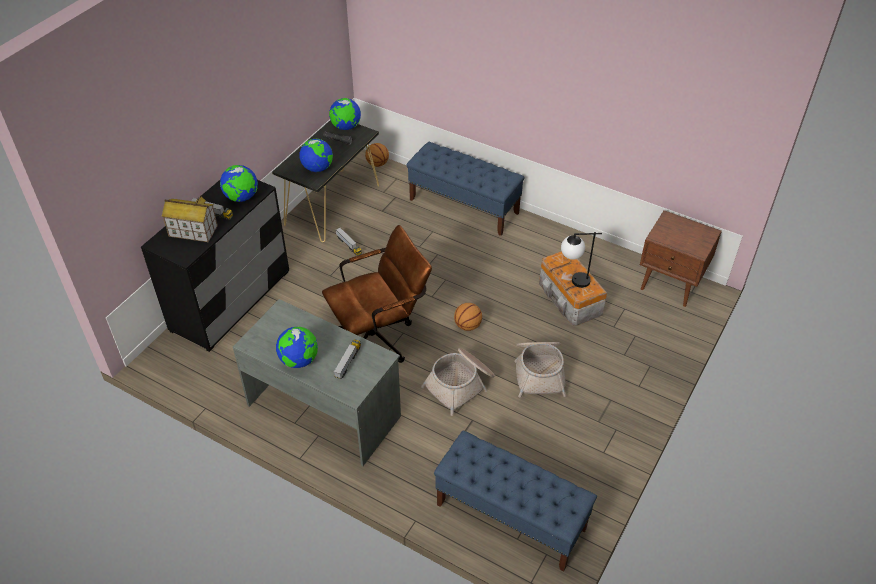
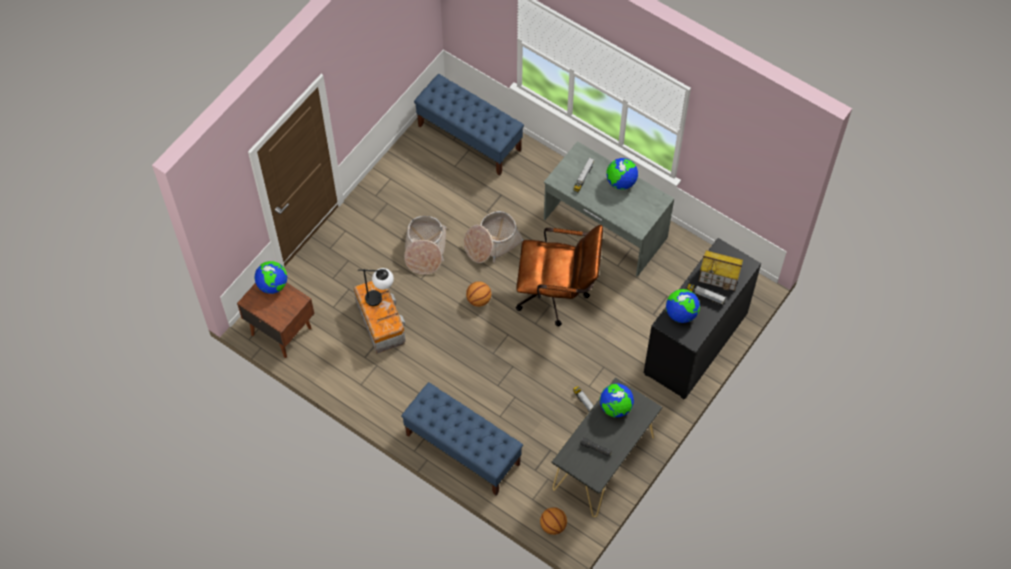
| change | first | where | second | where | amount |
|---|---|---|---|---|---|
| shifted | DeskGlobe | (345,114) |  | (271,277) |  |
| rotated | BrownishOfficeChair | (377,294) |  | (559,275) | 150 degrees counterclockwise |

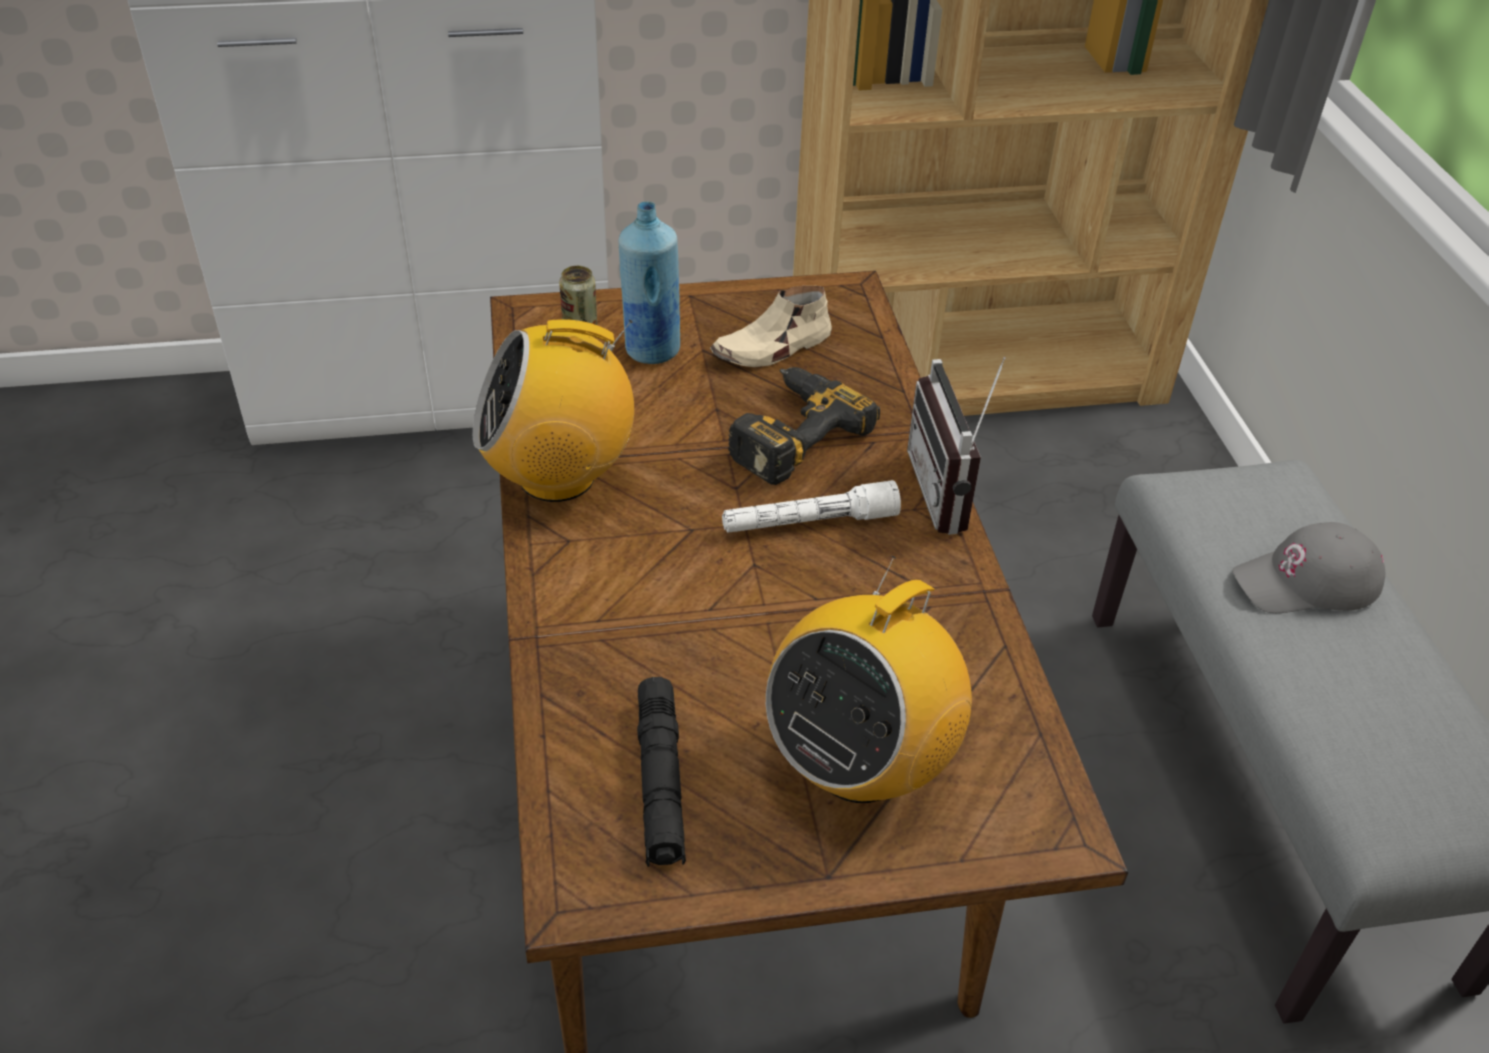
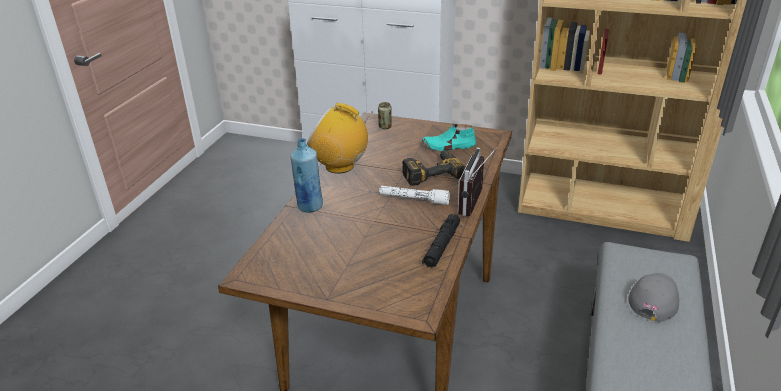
| change | first | where | second | where | amount |
|---|---|---|---|---|---|
| shifted | BlueColouredBeverageBottle | (649,282) |  | (306,175) |  |
| repainted | SandColouredShoe | (771,326) | BlueGreenShoe | (449,137) |  |
| rotated | GreyishPeakedCap | (1308,567) |  | (653,297) | 105 degrees clockwise |
| gone | RadioReceiver | (869,679) |  |  |  |
| shifted | BlackishFlashlight | (661,772) |  | (441,240) |  |

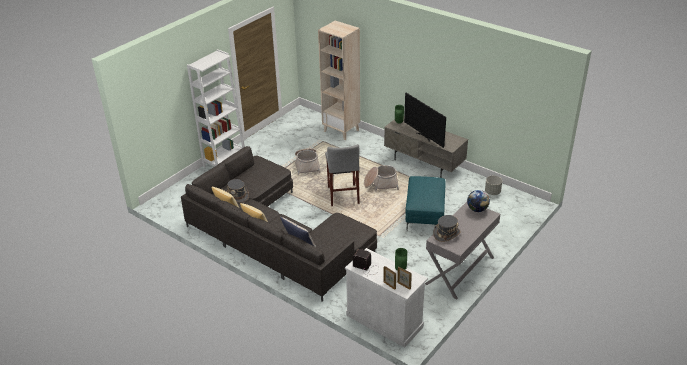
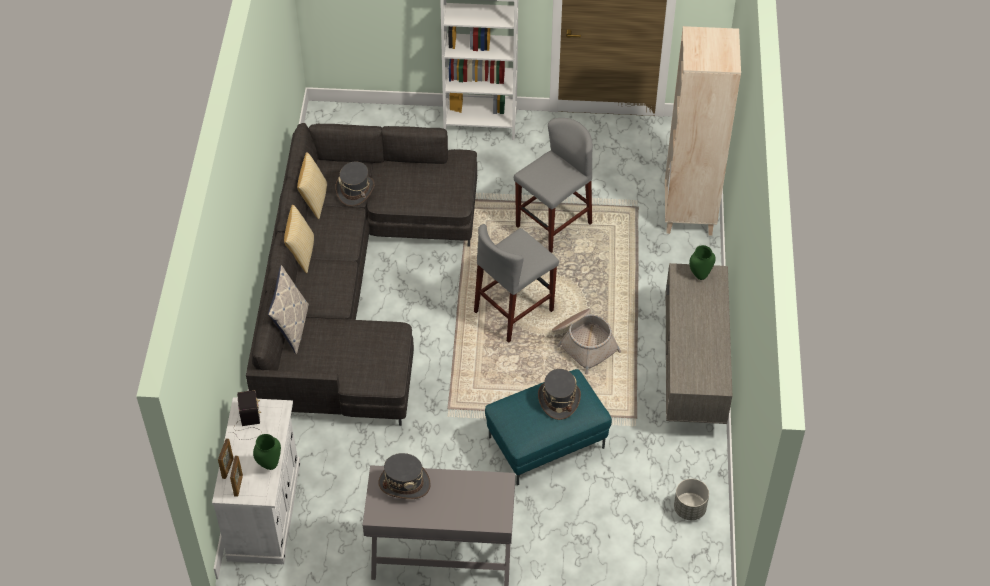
| change | first | where | second | where | amount |
|---|---|---|---|---|---|
| gone | TvSet | (425,120) |  |  |  |
| swapped | HouseholdBasket | (308,162) | GreyishStool | (553,185) |  |
| gone | DeskGlobe | (478,201) |  |  |  |
| new |  |  | GreyishHat | (559,394) |  |

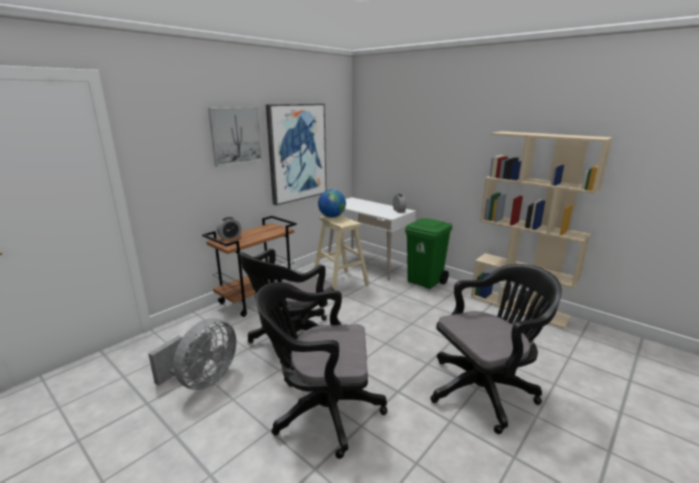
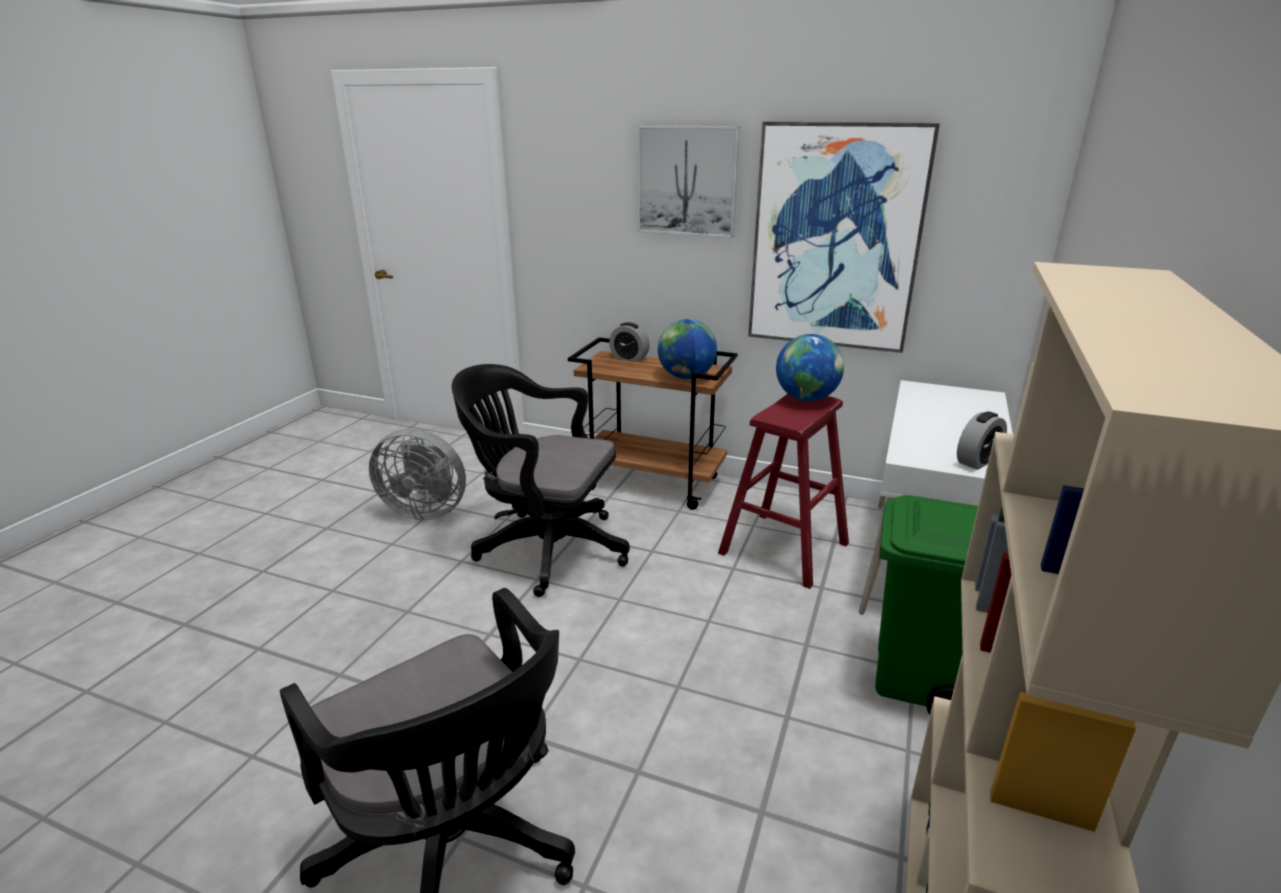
| change | first | where | second | where | amount |
|---|---|---|---|---|---|
| repainted | SandColouredStool | (341,253) | RedColouredStool | (783,491) |  |
| gone | BlackishOfficeChair | (321,370) |  |  |  |
| new |  |  | DeskGlobe | (687,349) |  |

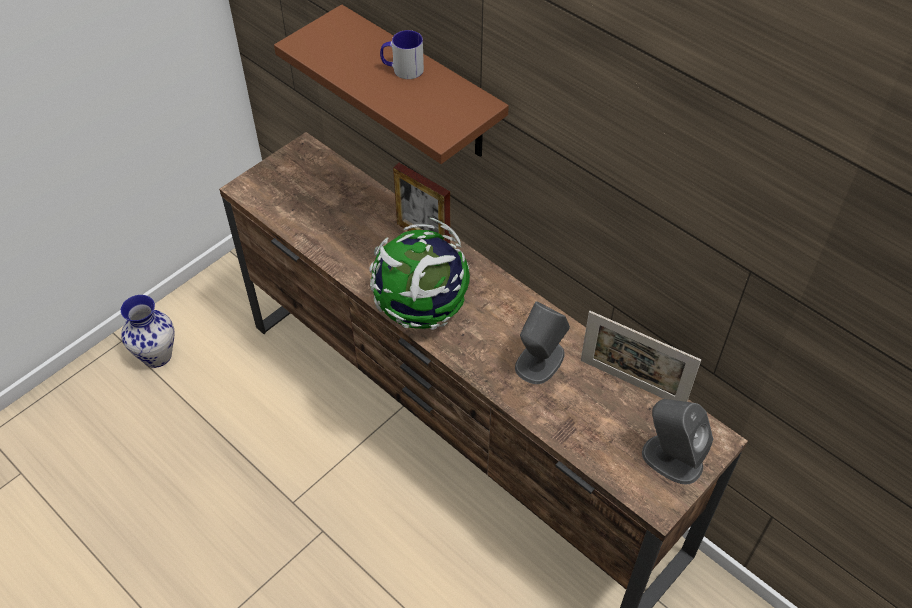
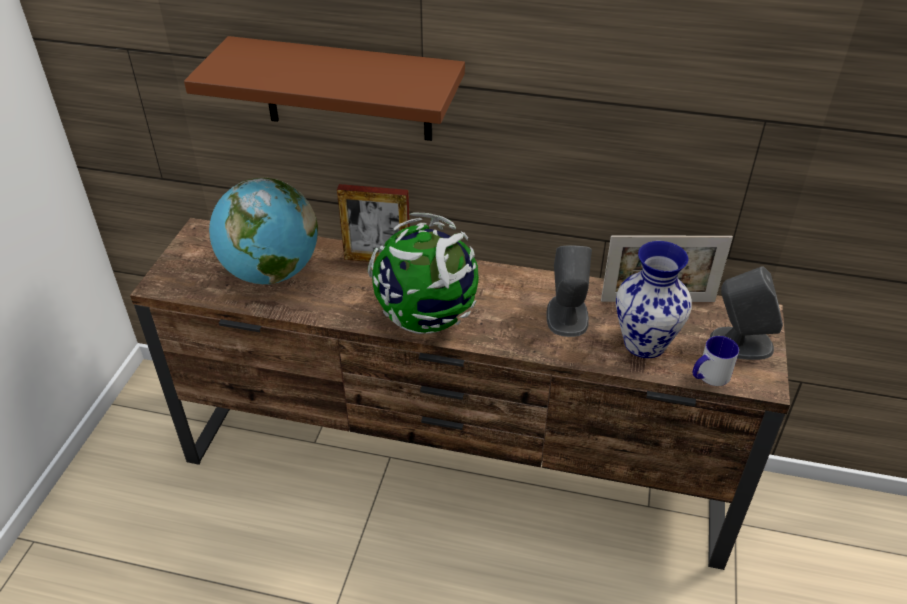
| change | first | where | second | where | amount |
|---|---|---|---|---|---|
| shifted | TeaMug | (402,54) |  | (716,361) |  |
| shifted | Vase | (148,331) |  | (654,299) |  |
| new |  |  | DeskGlobe | (263,231) |  |

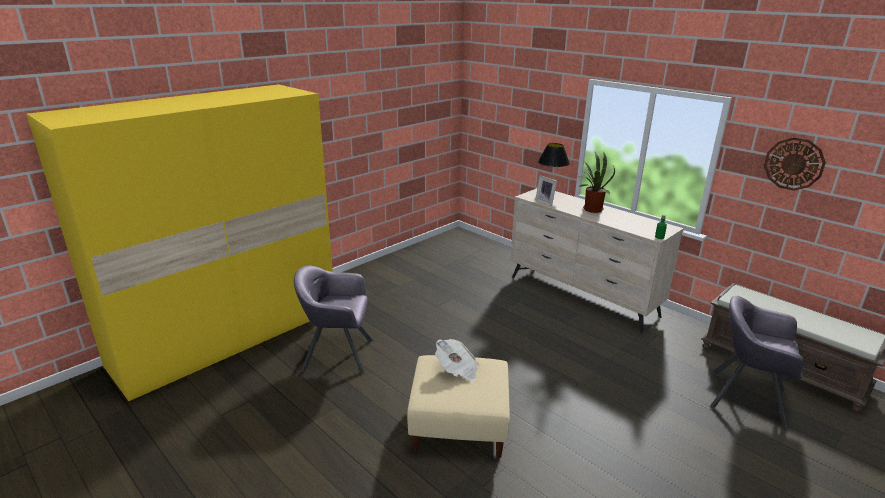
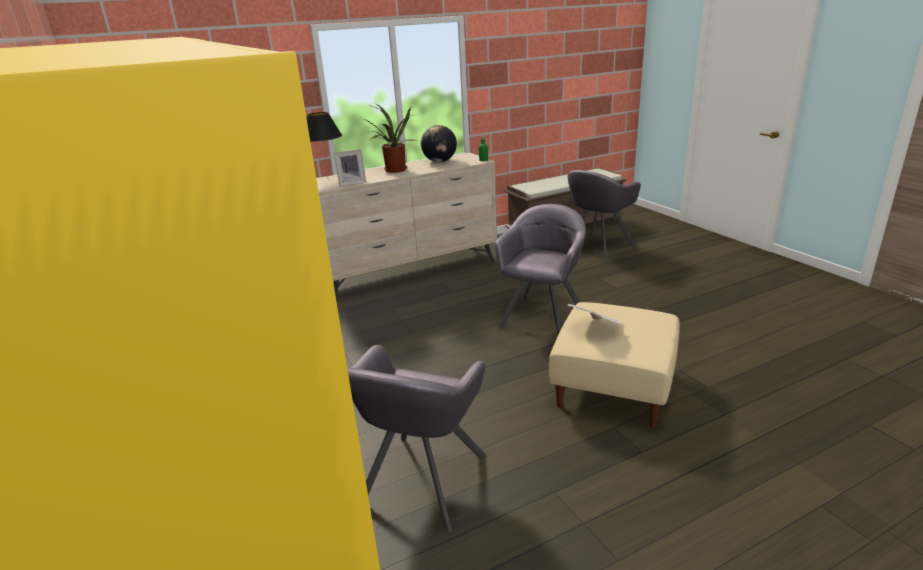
| change | first | where | second | where | amount |
|---|---|---|---|---|---|
| gone | WallClock | (795,164) |  |  |  |
| new |  |  | DeskGlobe | (439,143) |  |
| new |  |  | GreyishLoungeChair | (540,269) |  |

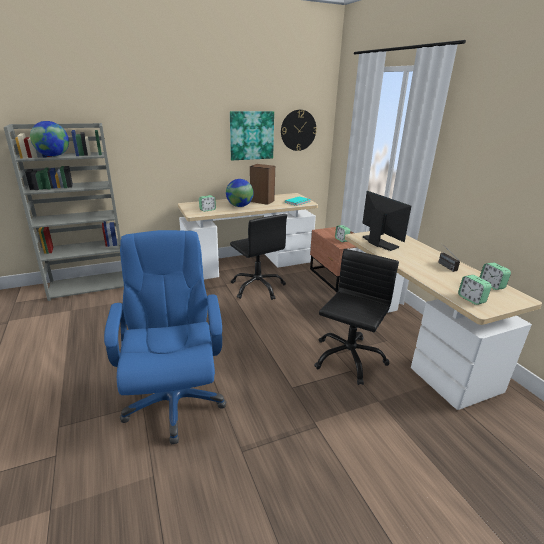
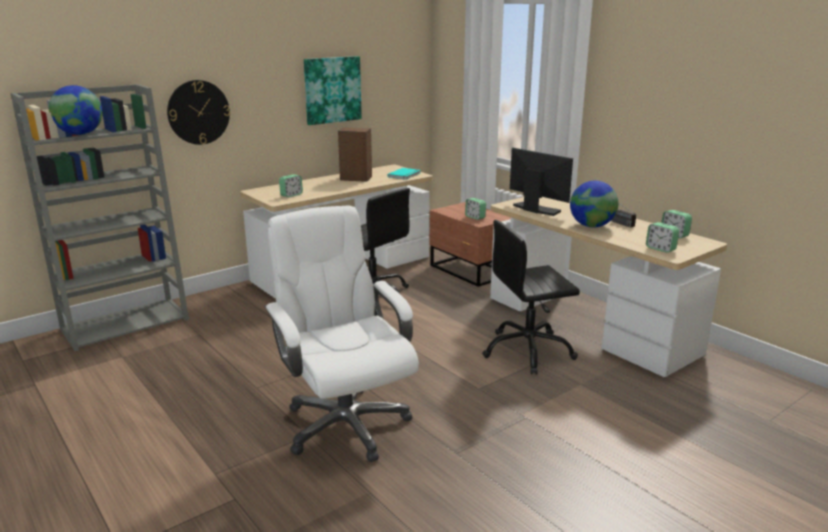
| change | first | where | second | where | amount |
|---|---|---|---|---|---|
| shifted | WallClock | (299,130) |  | (198,112) |  |
| shifted | DeskGlobe | (240,193) |  | (594,204) |  |
| repainted | BlueColouredOfficeChair | (165,337) | WhiteOfficeChair | (341,334) |  |
| rotated | BlackishOfficeChair | (356,317) |  | (531,297) | 120 degrees counterclockwise |

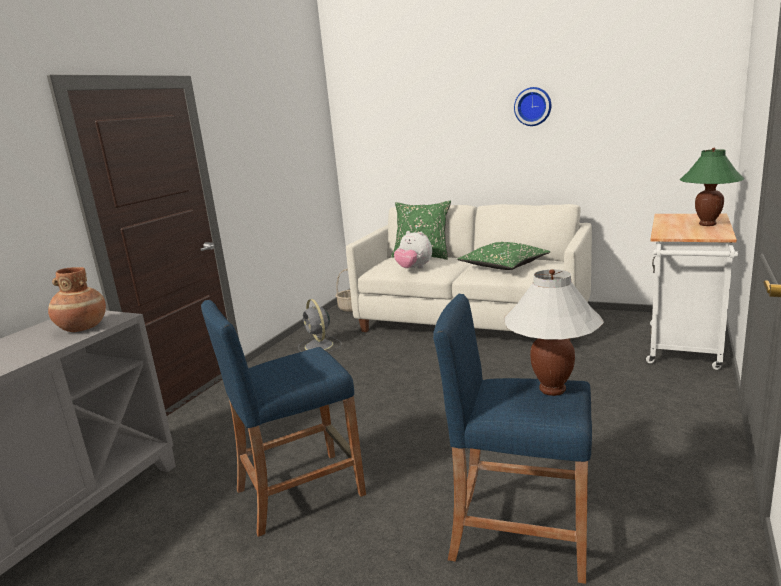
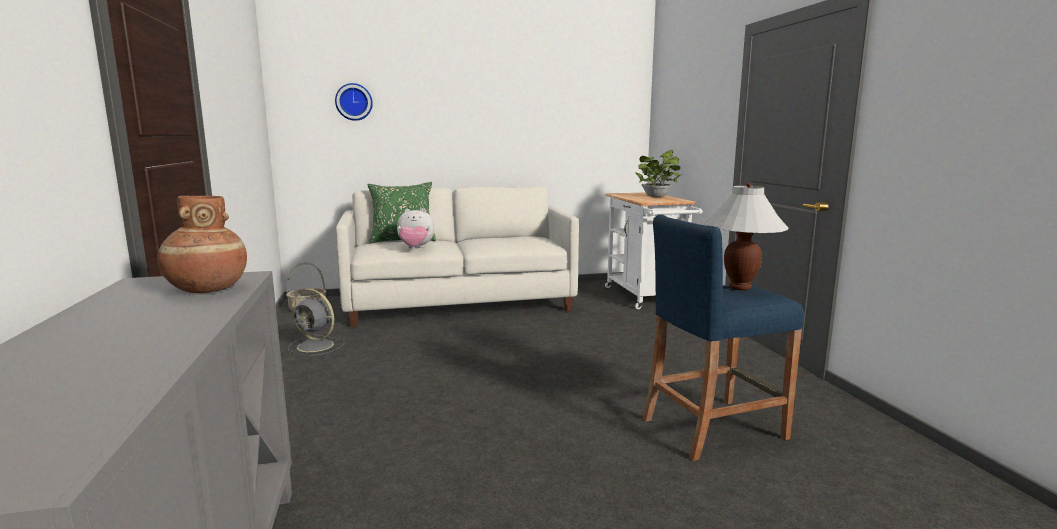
| change | first | where | second | where | amount |
|---|---|---|---|---|---|
| shifted | WallClock | (532,106) |  | (354,102) |  |
| swapped | GreenColouredTableLamp | (711,187) | PlantInAPot | (658,173) |  |
| gone | GreenColouredThrowPillow | (504,256) |  |  |  |
| gone | BlueColouredStool | (283,418) |  |  |  |

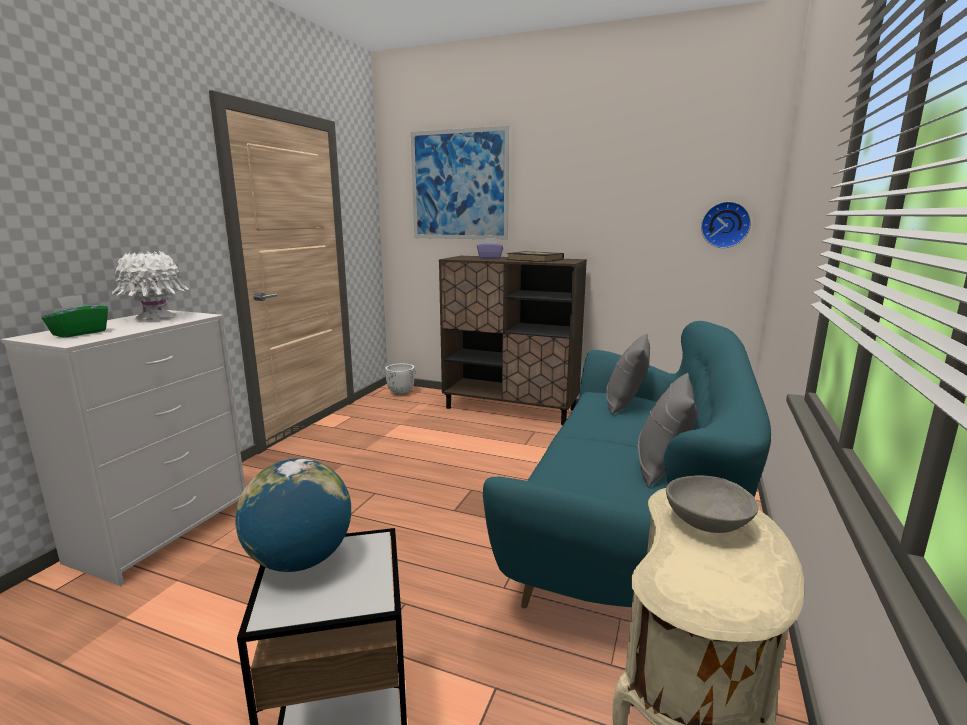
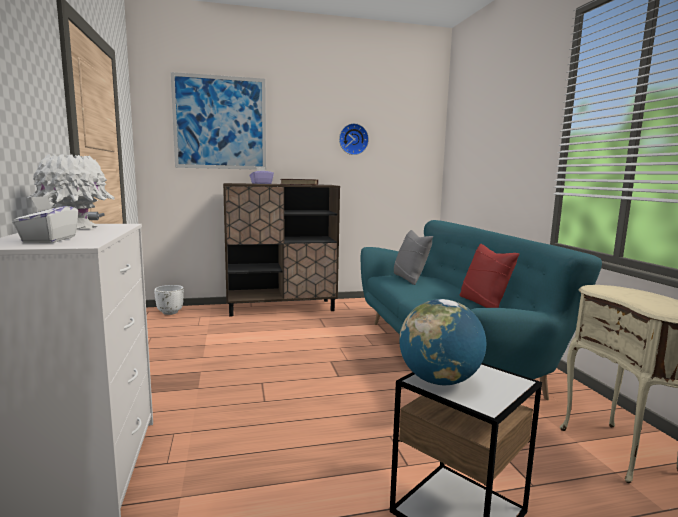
| change | first | where | second | where | amount |
|---|---|---|---|---|---|
| shifted | WallClock | (726,224) |  | (354,139) |  |
| repainted | GreenColouredTissueHolder | (75,316) | WhiteTissueHolder | (45,219) |  |
| repainted | GreyishThrowPillow | (668,430) | RedColouredThrowPillow | (489,276) |  |
| gone | GreyishBowl | (712,504) |  |  |  |

